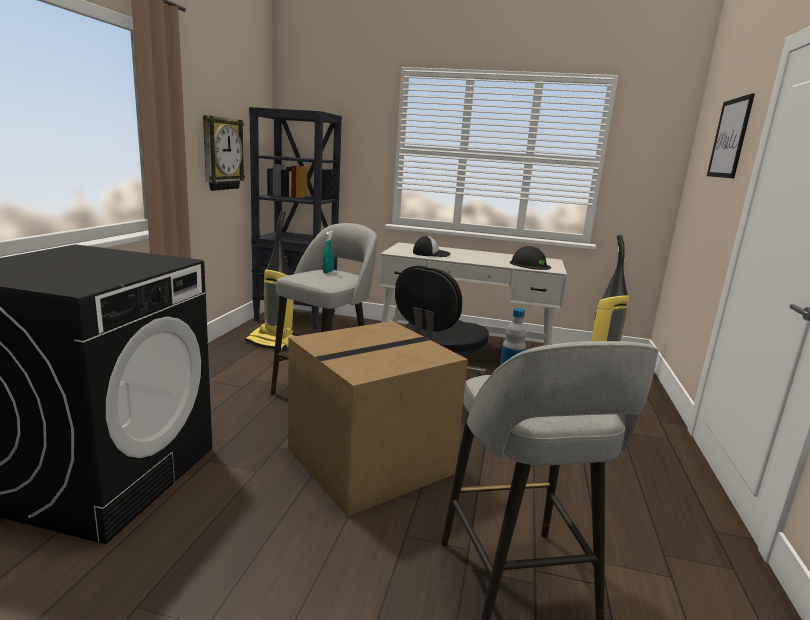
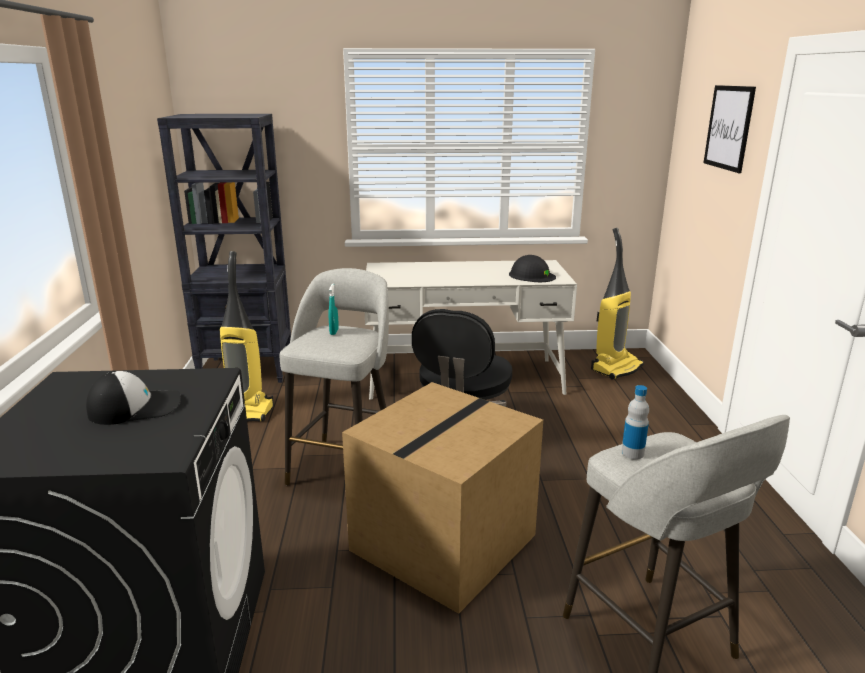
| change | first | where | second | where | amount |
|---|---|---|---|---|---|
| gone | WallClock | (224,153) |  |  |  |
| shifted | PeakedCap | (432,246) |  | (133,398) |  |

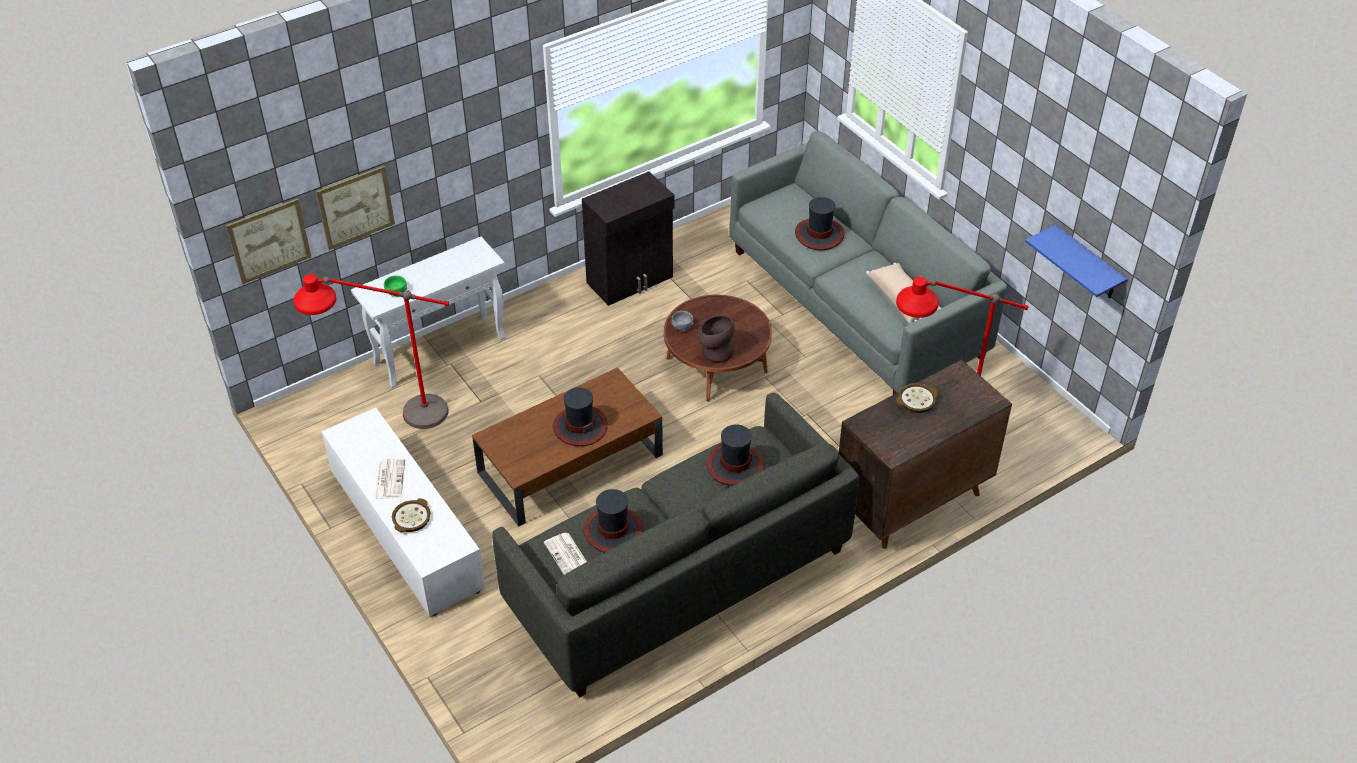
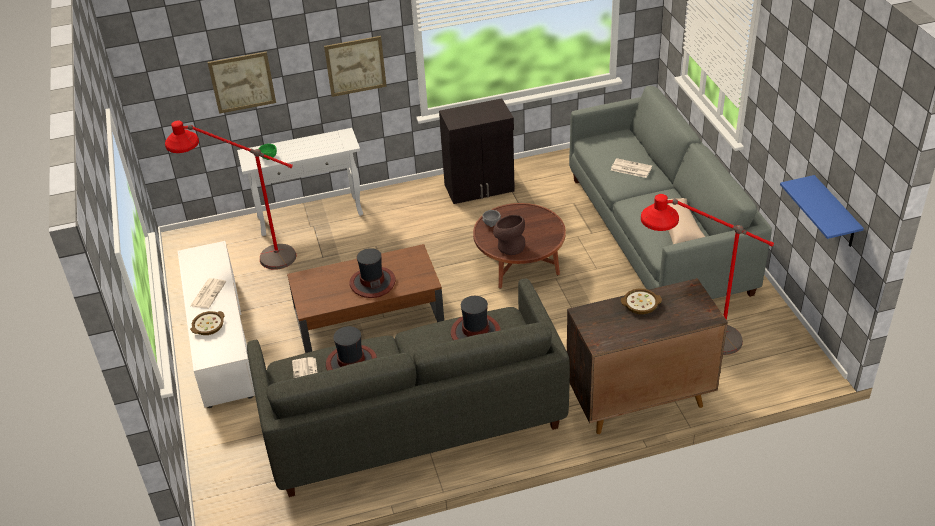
| change | first | where | second | where | amount |
|---|---|---|---|---|---|
| swapped | Hat | (820,223) | DailyPaper | (631,168) |  |
| shifted | WallPicture | (268,241) |  | (355,66) |  |

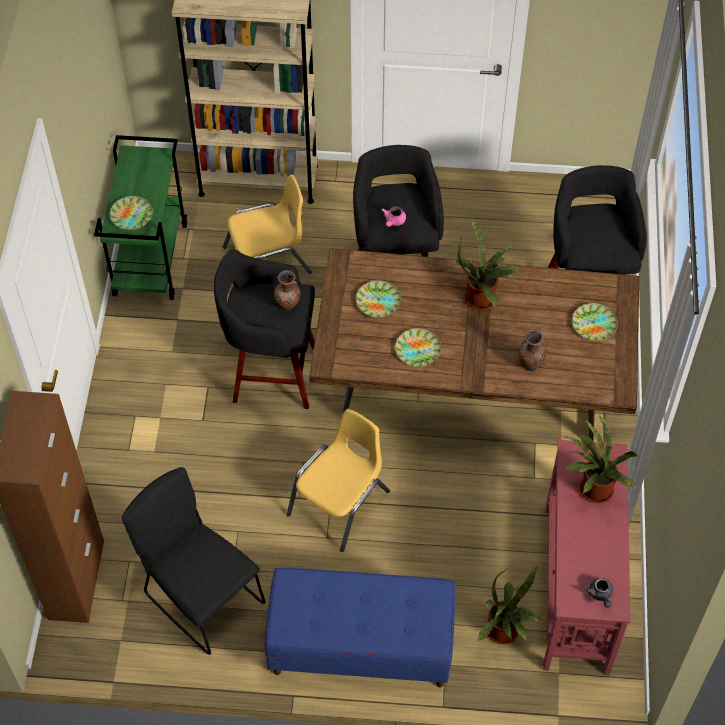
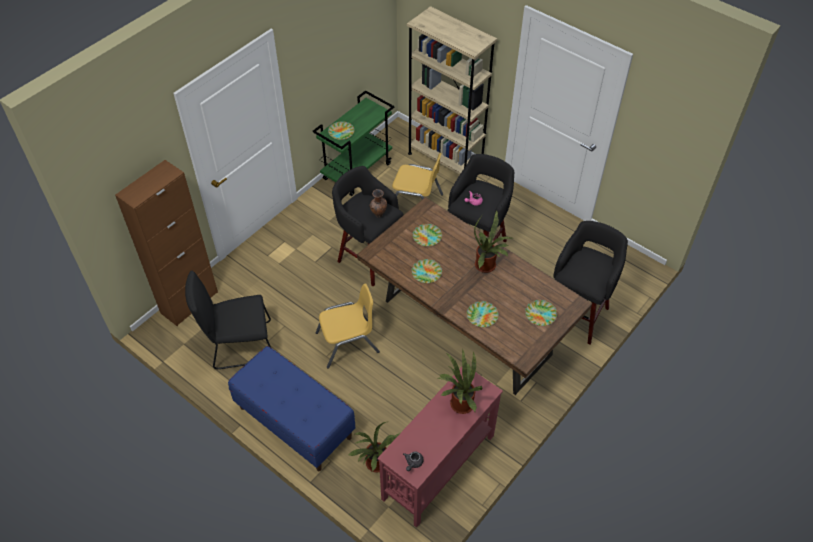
| change | first | where | second | where | amount |
|---|---|---|---|---|---|
| swapped | BrownishVase | (532,350) | DinnerPlate | (483,314) |  |
| rotated | BlackishUprightChair | (194,561) |  | (228,320) | 90 degrees counterclockwise |

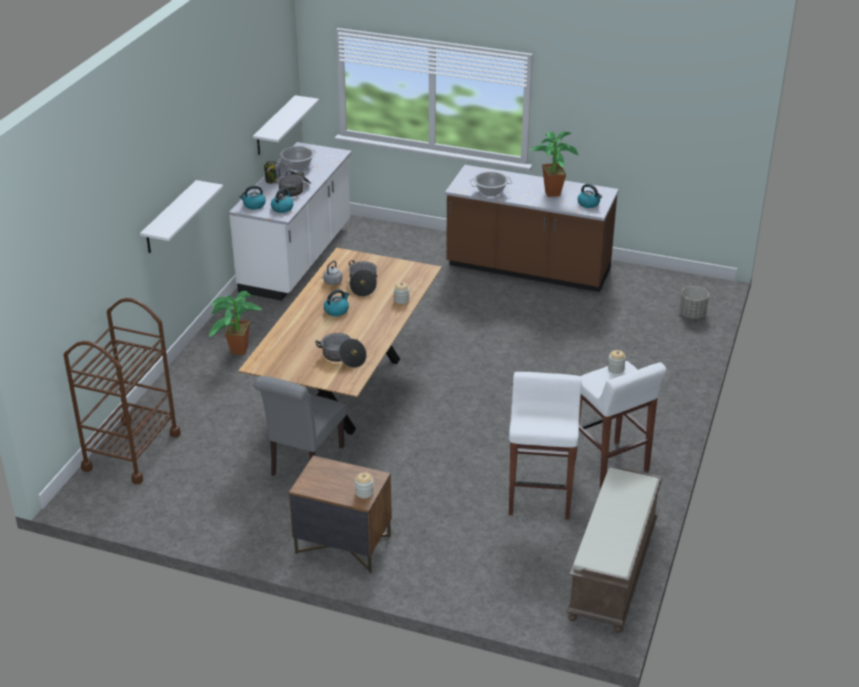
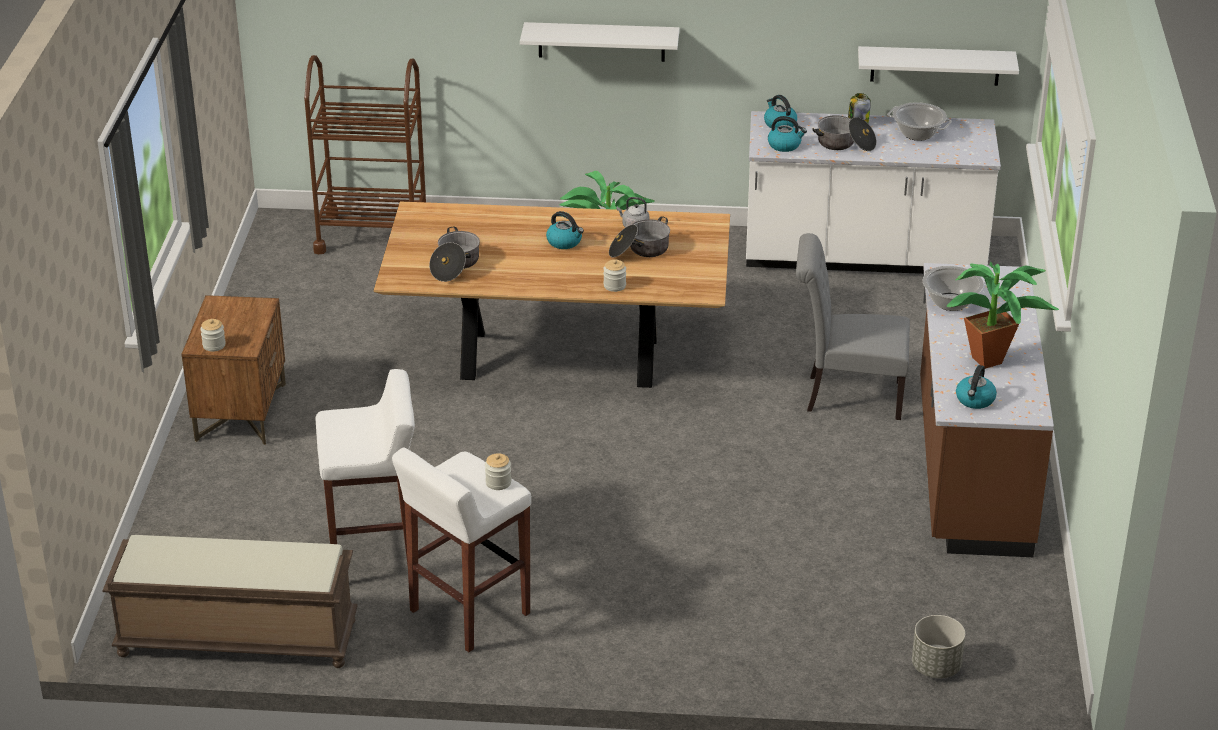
| change | first | where | second | where | amount |
|---|---|---|---|---|---|
| shifted | GreyishUprightChair | (300,426) |  | (853,326) |  |

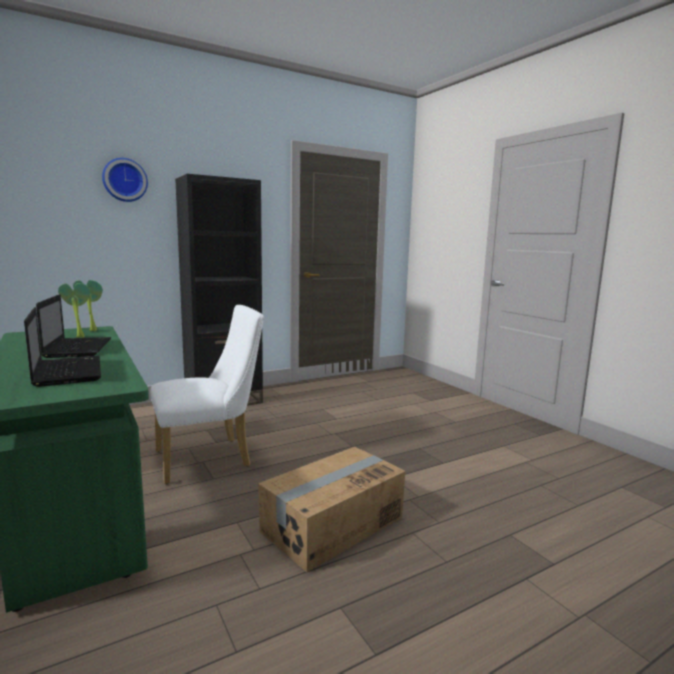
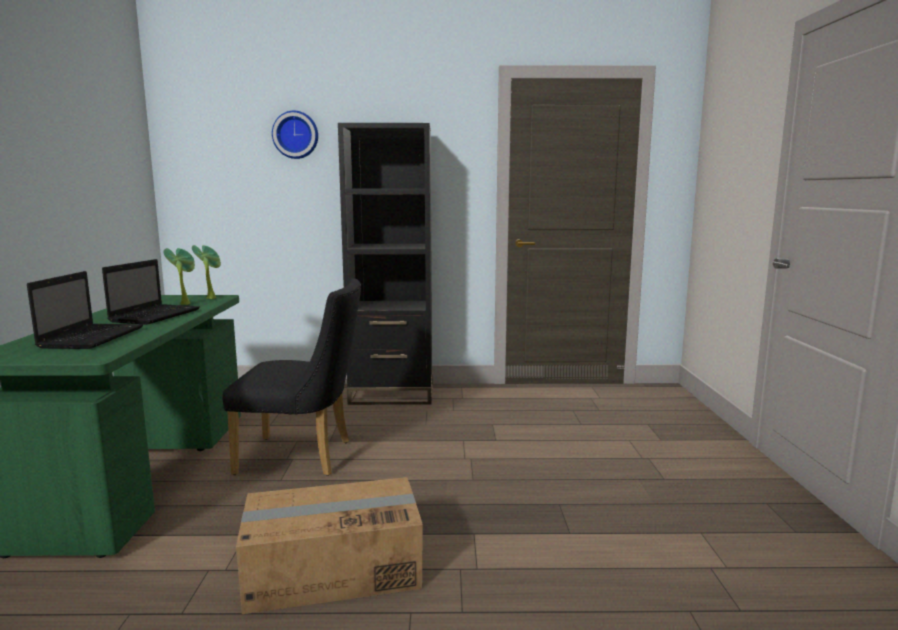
| change | first | where | second | where | amount |
|---|---|---|---|---|---|
| repainted | WhiteUprightChair | (207,394) | BlackishUprightChair | (291,377) |  |

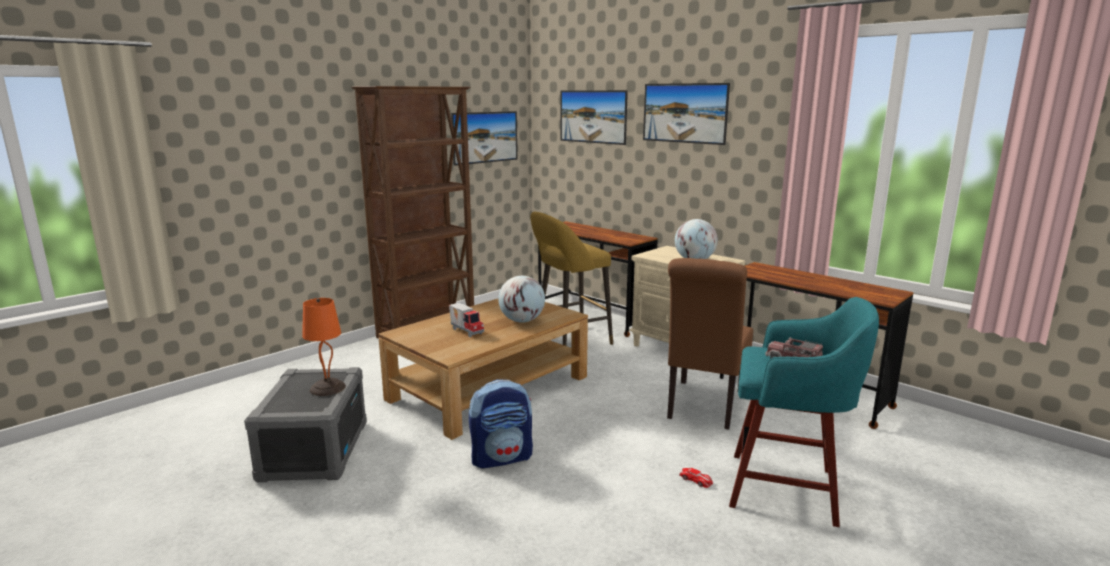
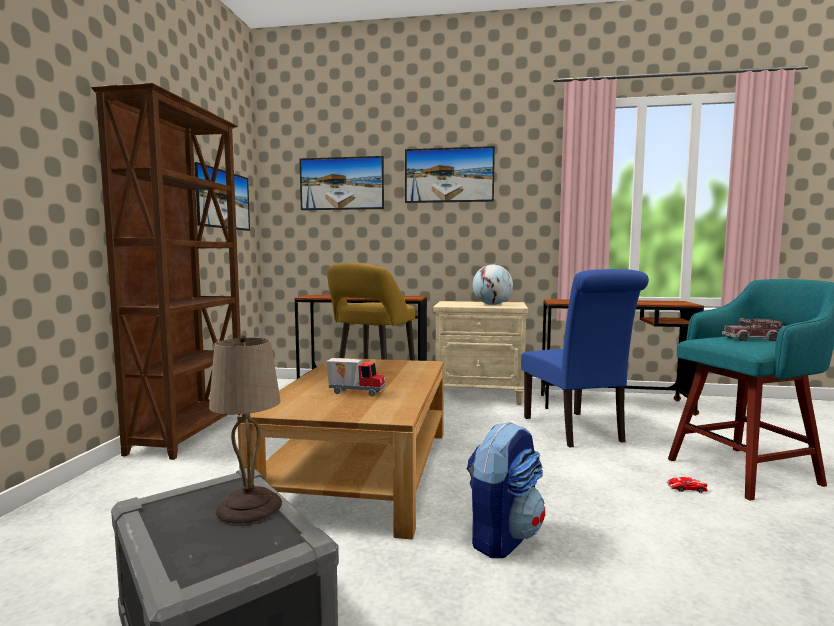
| change | first | where | second | where | amount |
|---|---|---|---|---|---|
| repainted | BrownishUprightChair | (710,344) | BlueColouredUprightChair | (585,358) |  |
| gone | DeskGlobe | (521,299) |  |  |  |
| repainted | OrangeTableLamp | (324,347) | SandColouredTableLamp | (245,429) |  |

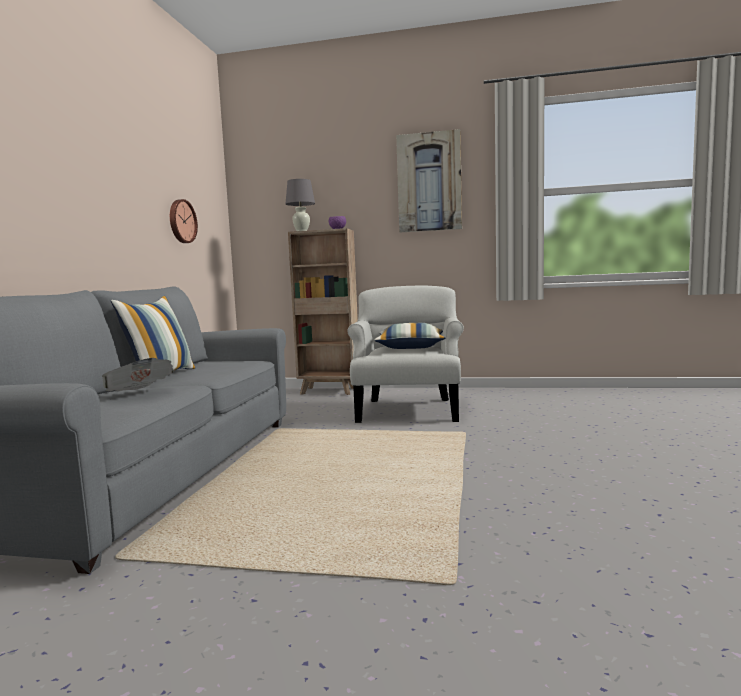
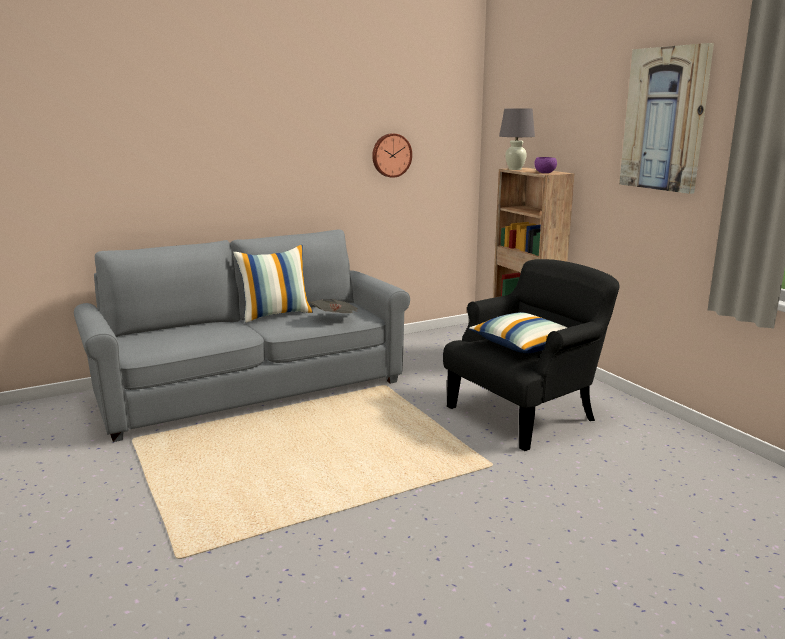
| change | first | where | second | where | amount |
|---|---|---|---|---|---|
| repainted | WhiteLoungeChair | (405,354) | BlackishLoungeChair | (531,355) |  |
| shifted | DailyPaper | (138,374) |  | (333,306) |  |

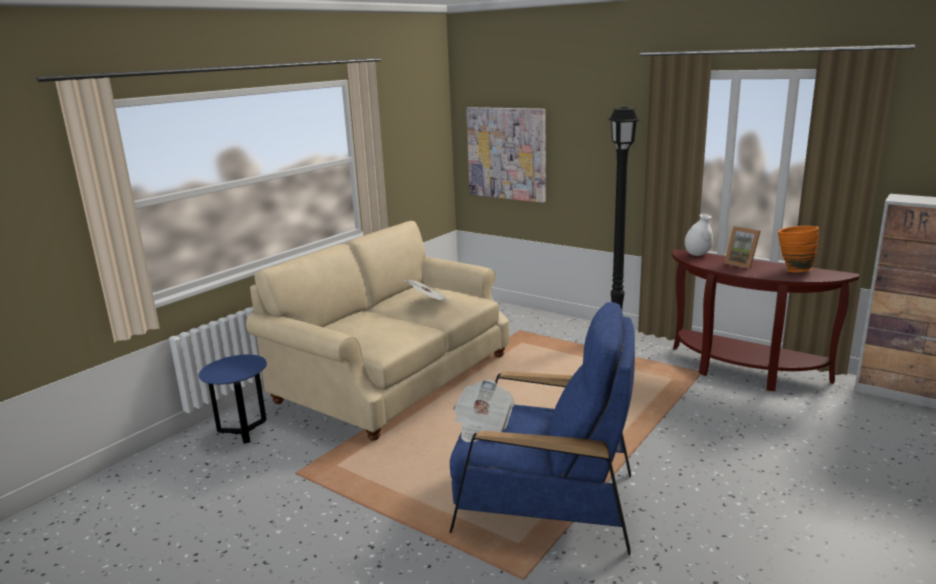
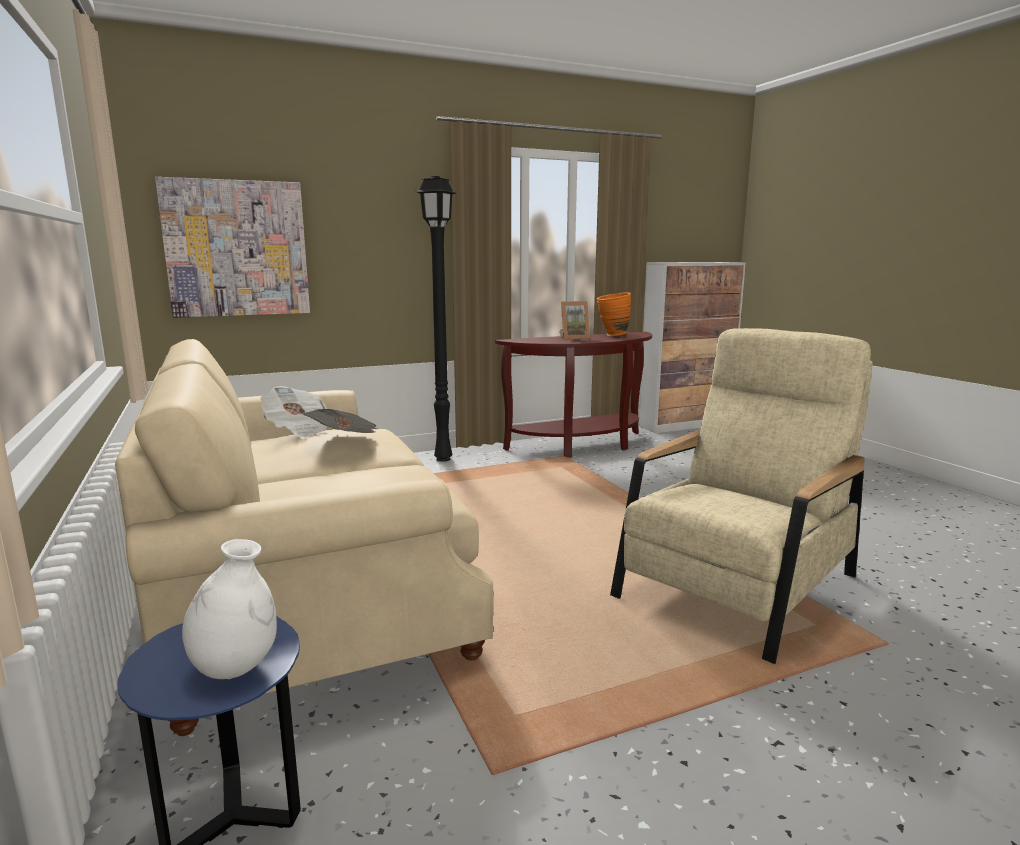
| change | first | where | second | where | amount |
|---|---|---|---|---|---|
| shifted | WhiteVase | (699,235) |  | (229,609) |  |
| repainted | BlueColouredLoungeChair | (542,428) | SandColouredLoungeChair | (741,496) |  |
| shifted | DailyPaper | (483,410) |  | (294,412) |  |

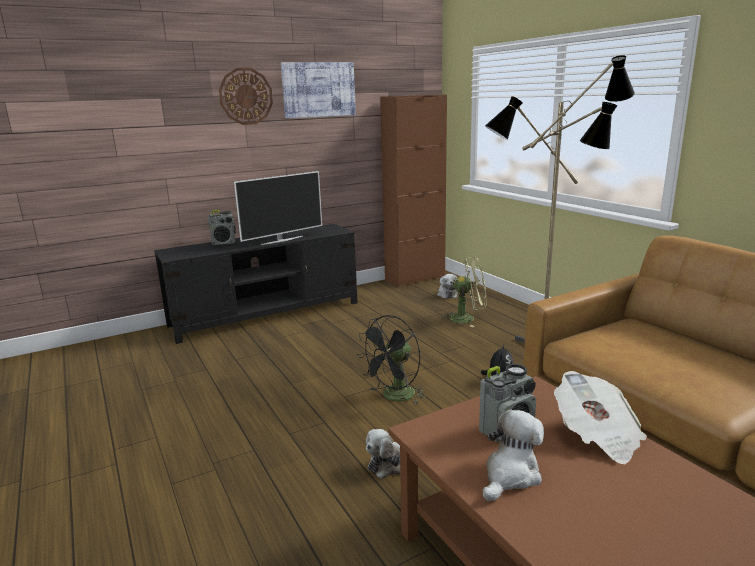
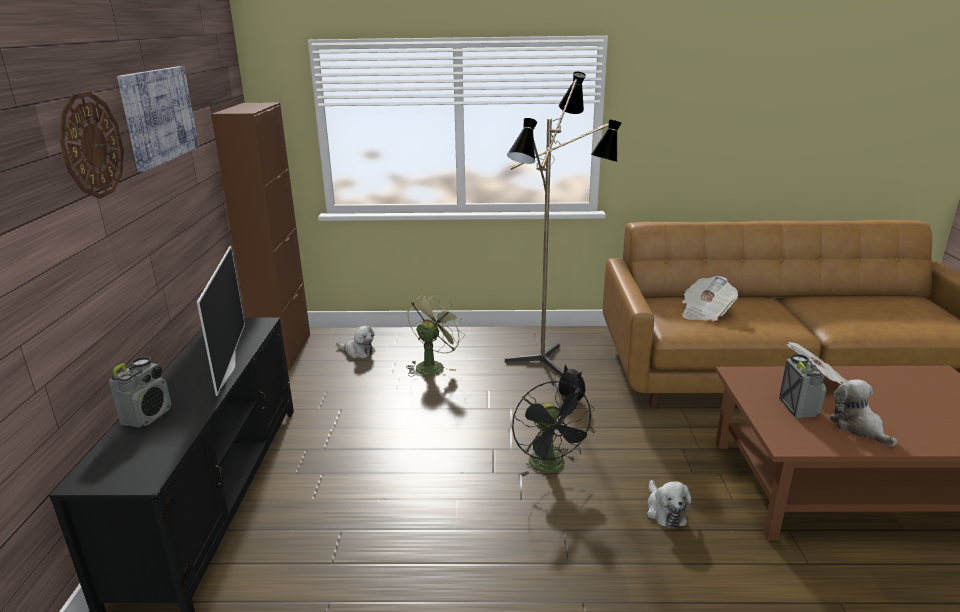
| change | first | where | second | where | amount |
|---|---|---|---|---|---|
| new |  |  | DailyPaper | (710,298) |  |

